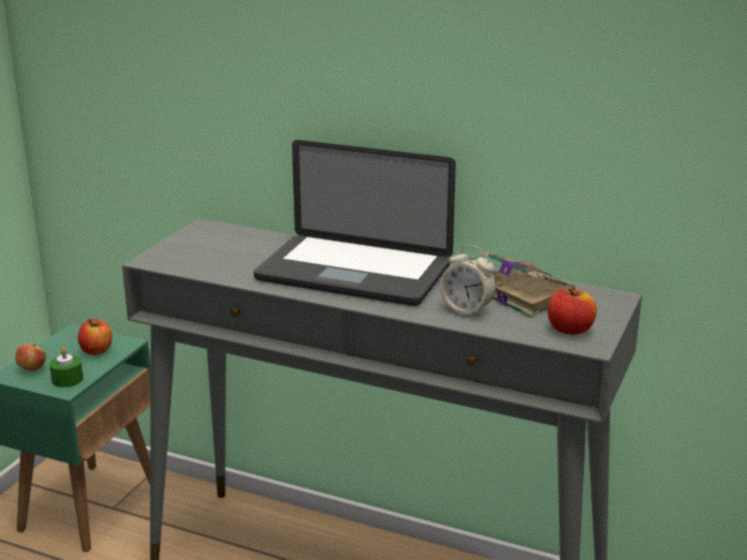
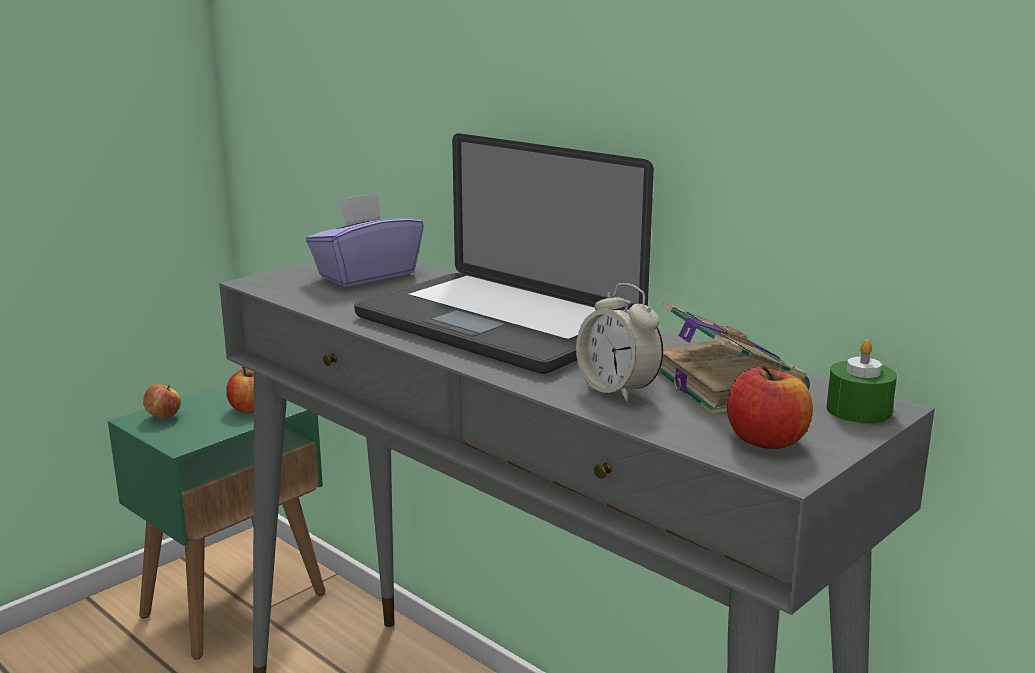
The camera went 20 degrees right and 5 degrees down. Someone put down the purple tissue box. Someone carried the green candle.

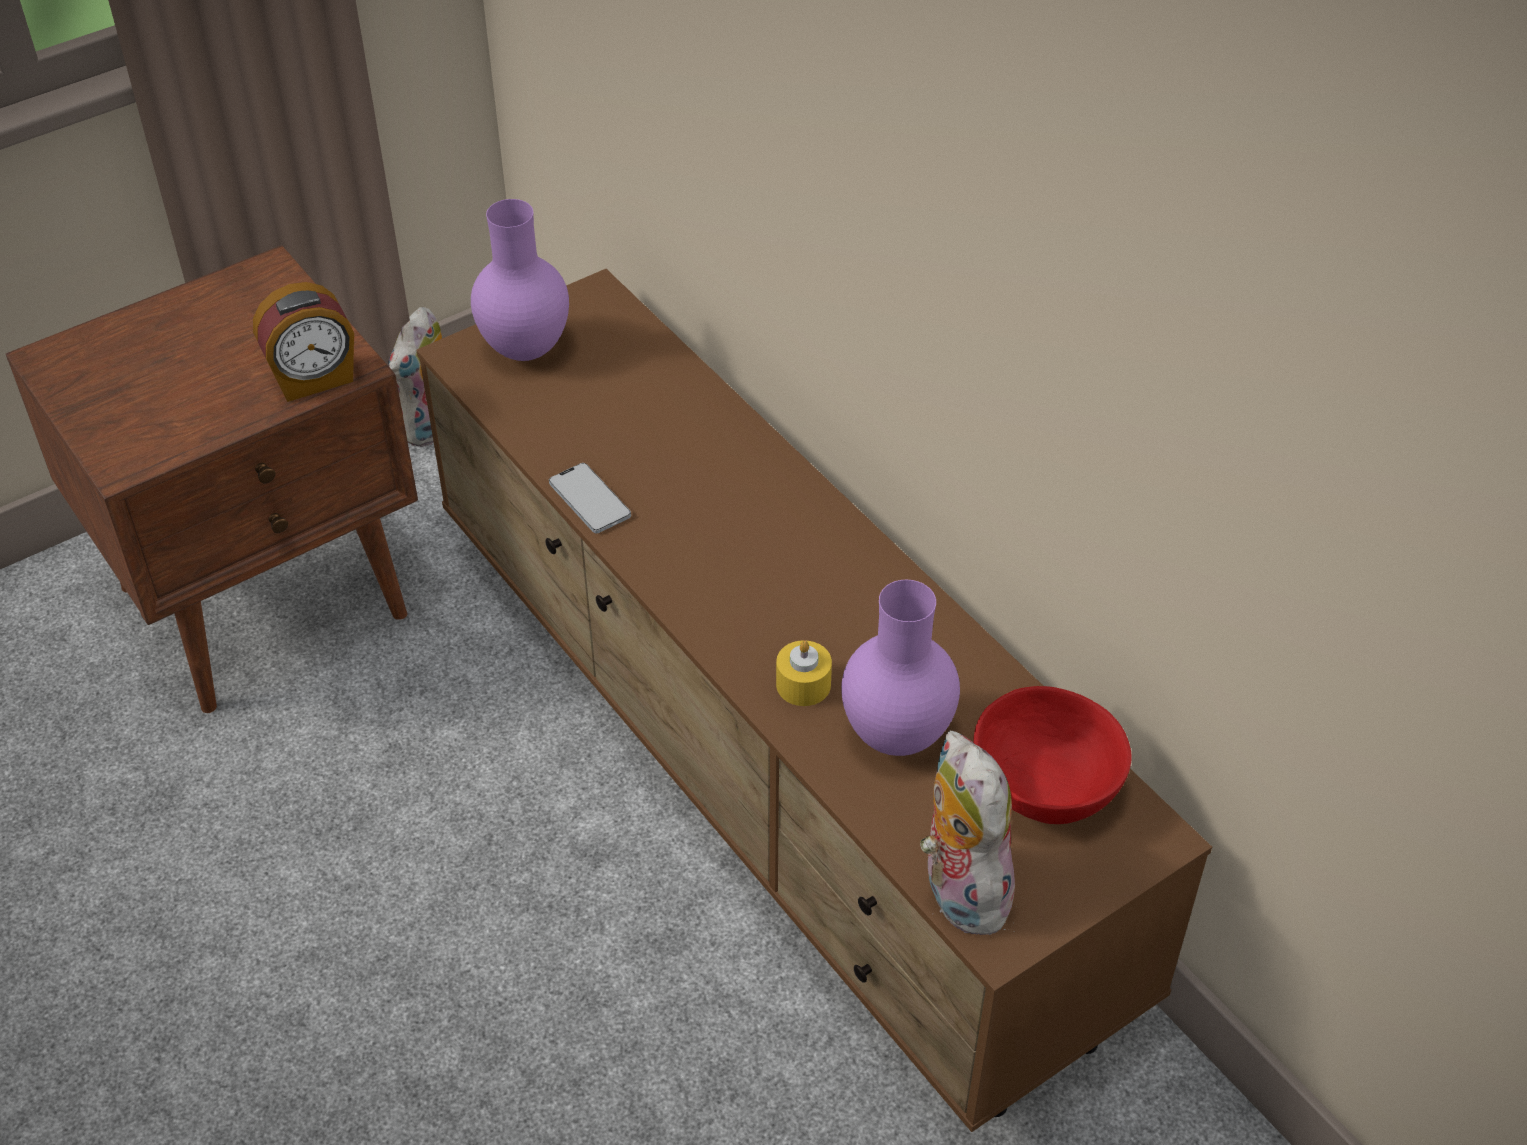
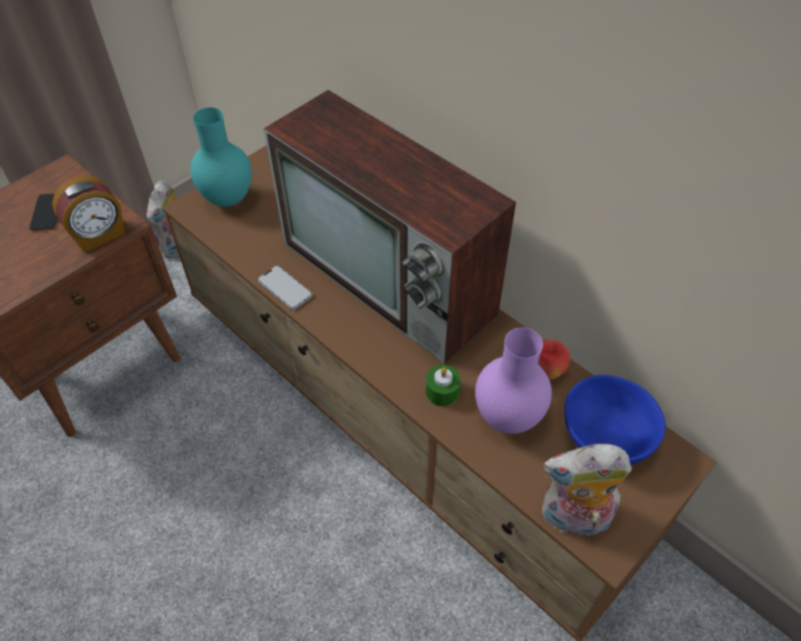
The camera went 10 degrees left and 5 degrees up. Someone put down the phone (1st from left). Someone repainted the purple vase (1st from left), which became the turquoise vase. Someone put down the television. Someone repainted the yellow candle, which became the green candle. Someone put down the apple. Someone rotated the plush toy (2nd from left) by 60 degrees counterclockwise. Someone repainted the red bowl, which became the blue bowl.

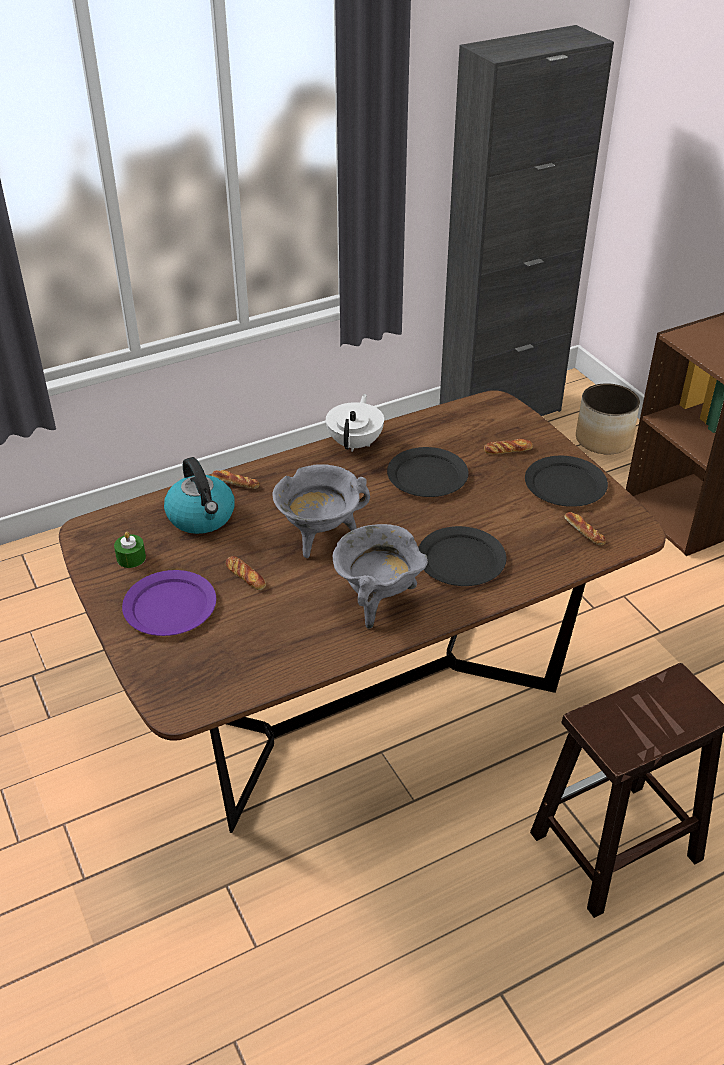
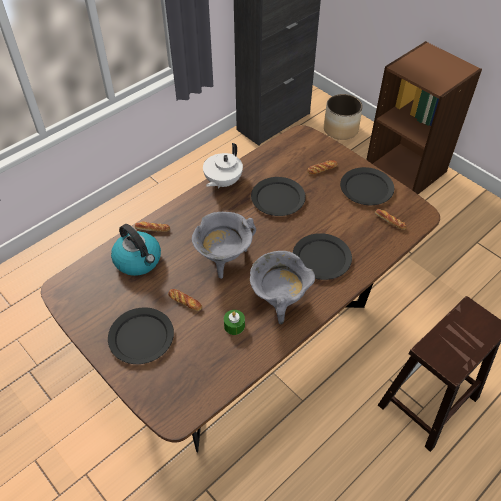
The camera went 15 degrees left and 10 degrees up. Someone repainted the purple plate, which became the black plate (1st from left). Someone rotated the white teapot by 150 degrees counterclockwise. Someone carried the green candle.

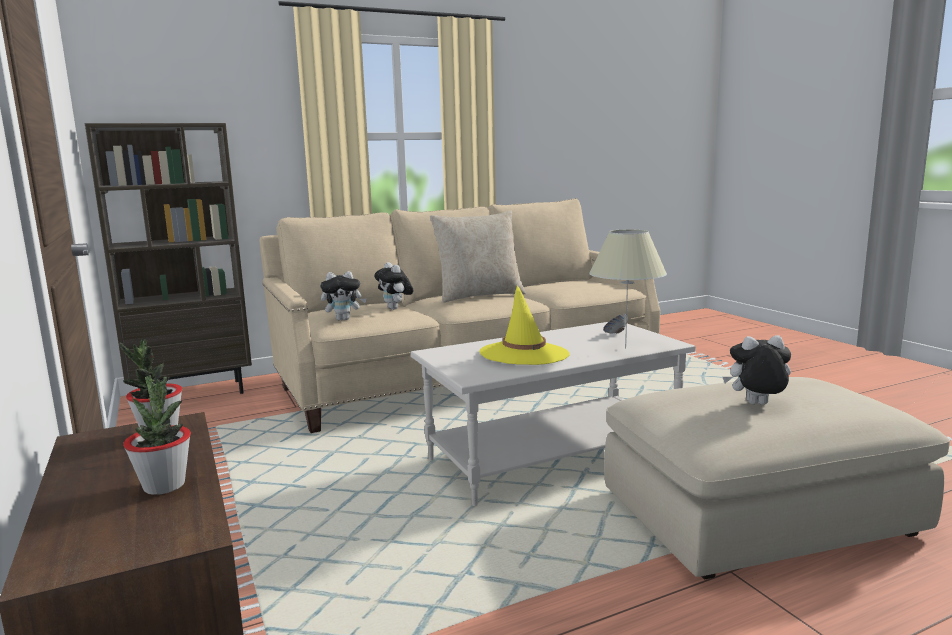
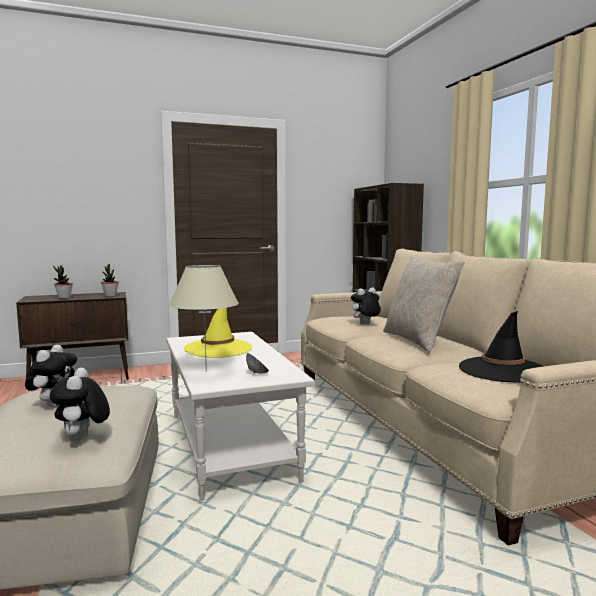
The camera went 95 degrees right and 5 degrees down. Someone carried the plush toy (1st from left in the first image). Someone put down the black hat.

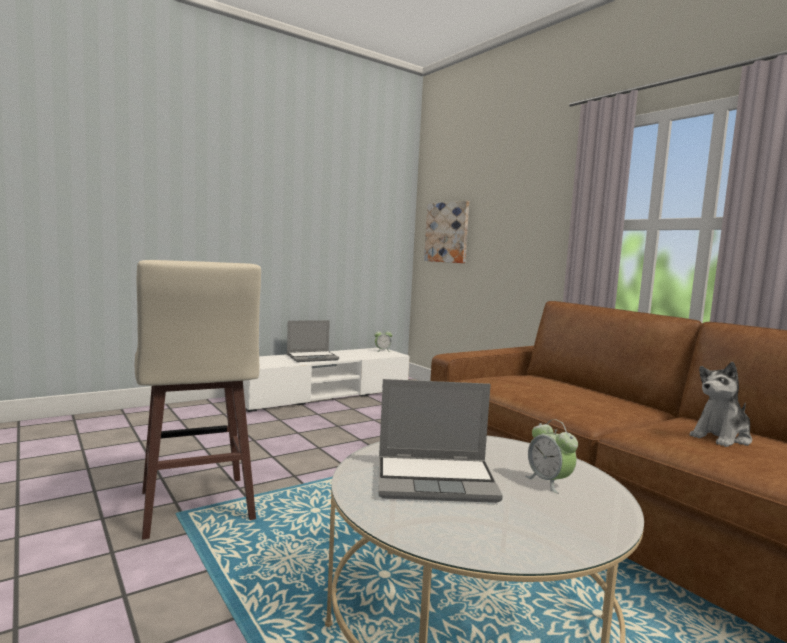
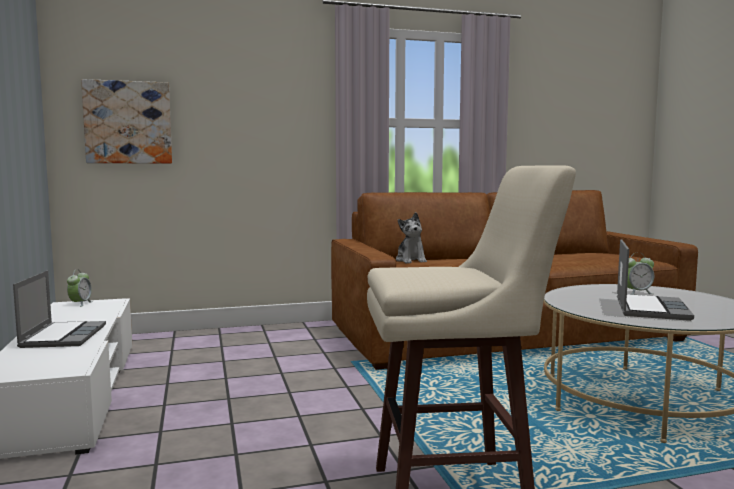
The camera went 70 degrees left and 0 degrees up. Someone carried the plush toy.

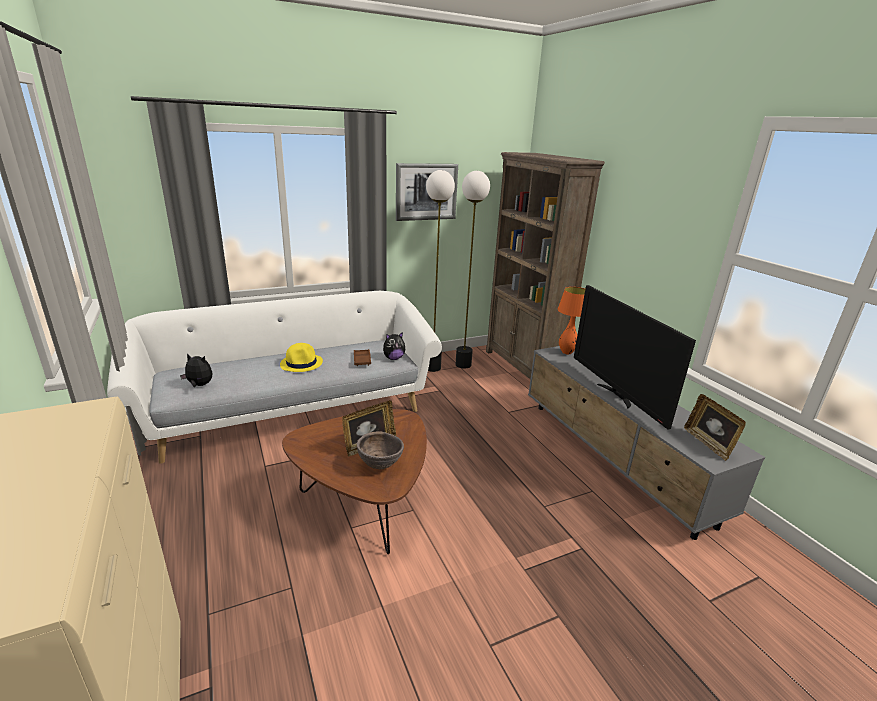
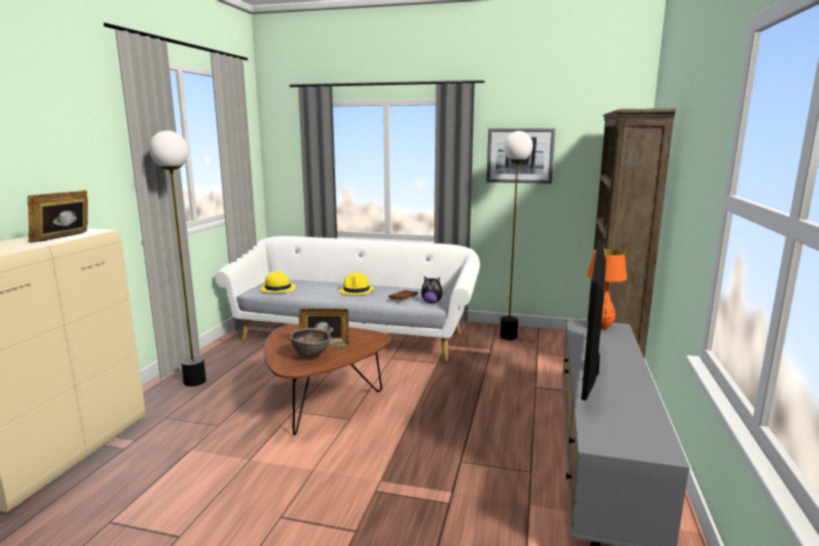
The camera went 40 degrees right and 10 degrees down. Someone carried the picture frame (2nd from left in the first image). Someone carried the floor lamp (2nd from left in the first image). Someone swapped the plush toy (1st from left) for the yellow hat (1st from left).

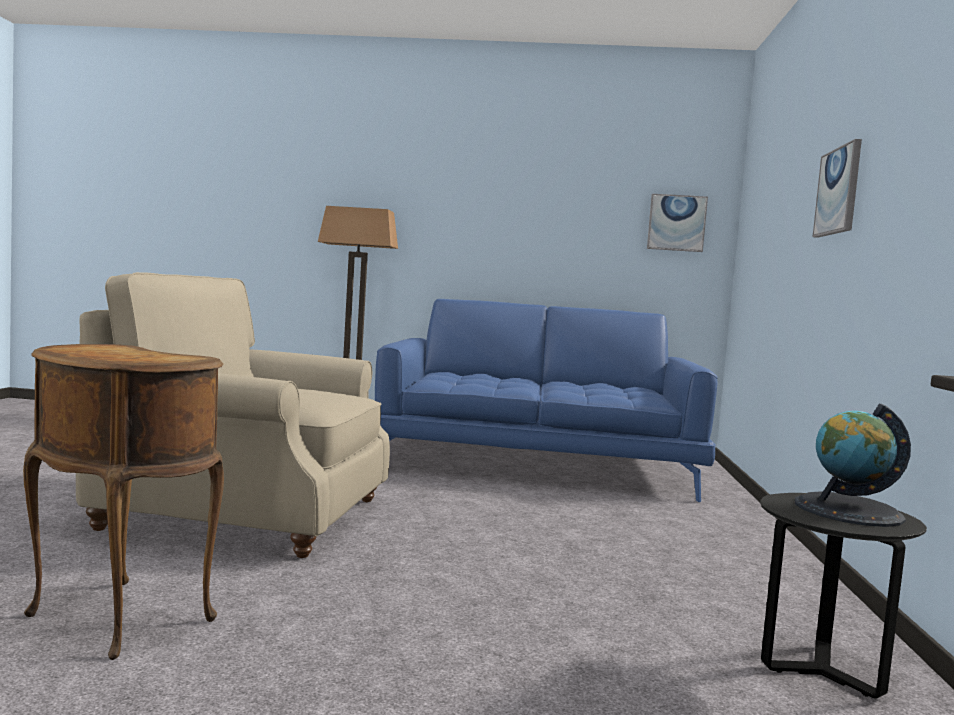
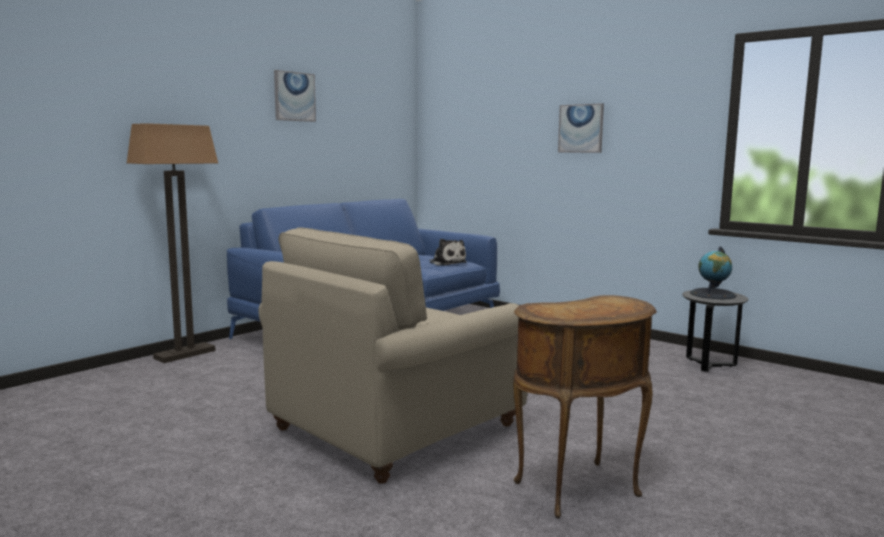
The camera went 55 degrees left and 5 degrees up. Someone carried the picture (1st from left). Someone put down the plush toy.

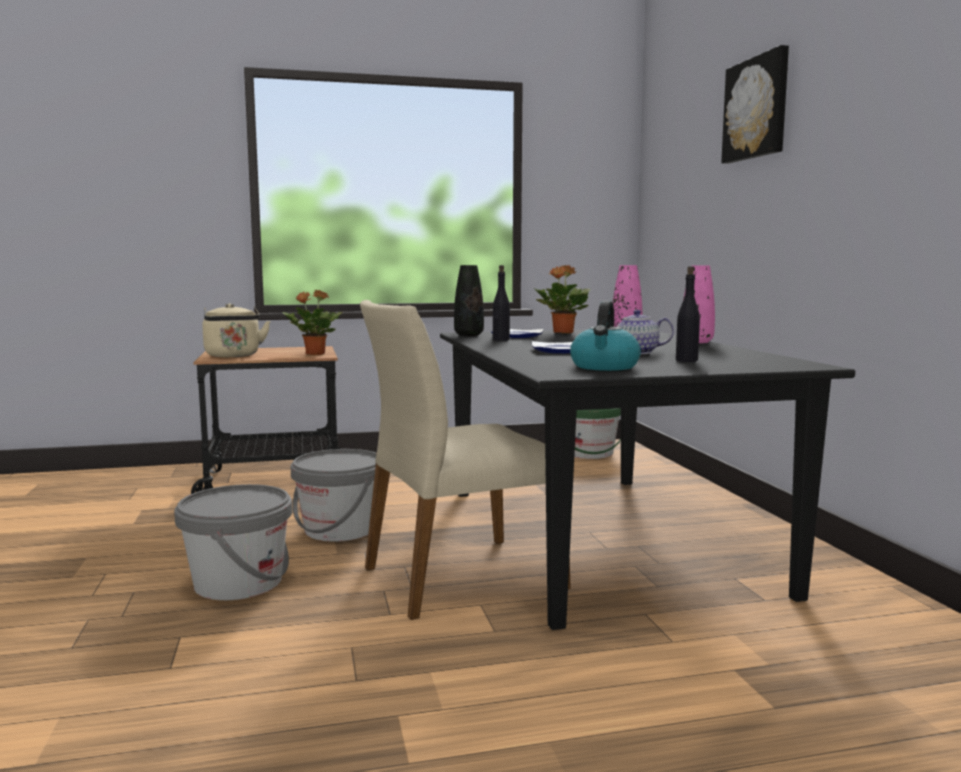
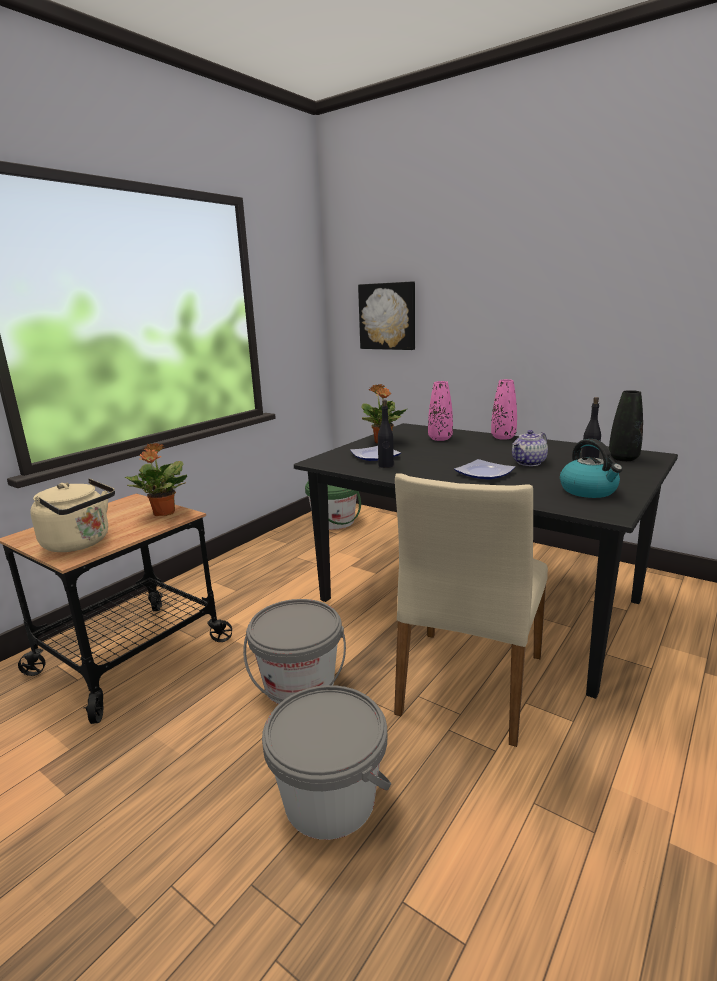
The camera went 40 degrees left and 10 degrees up. Someone carried the picture. Someone carried the black vase.

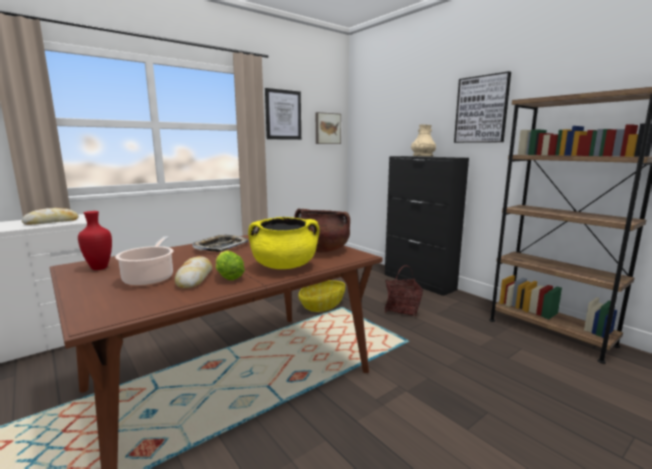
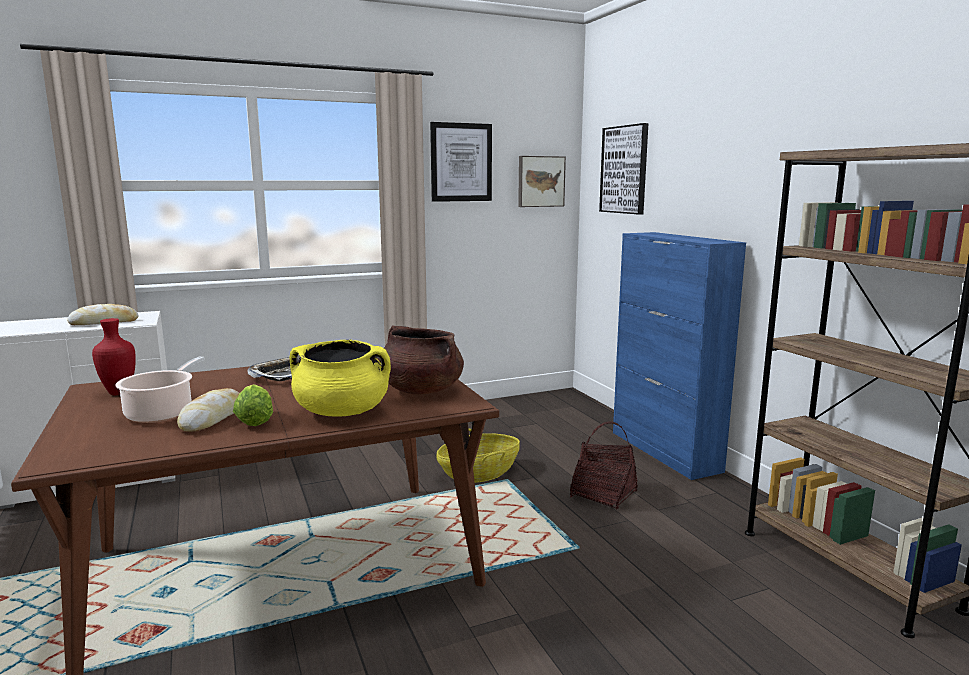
The camera went 15 degrees right and 0 degrees up. Someone carried the picture (3rd from left). Someone repainted the black cabinet, which became the blue cabinet. Someone took away the beige vase.

